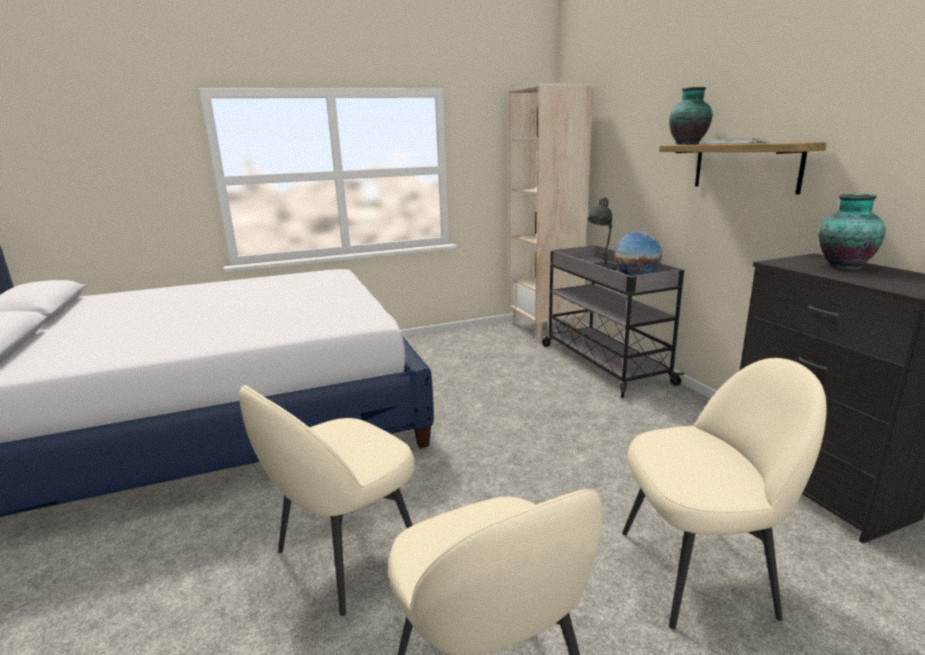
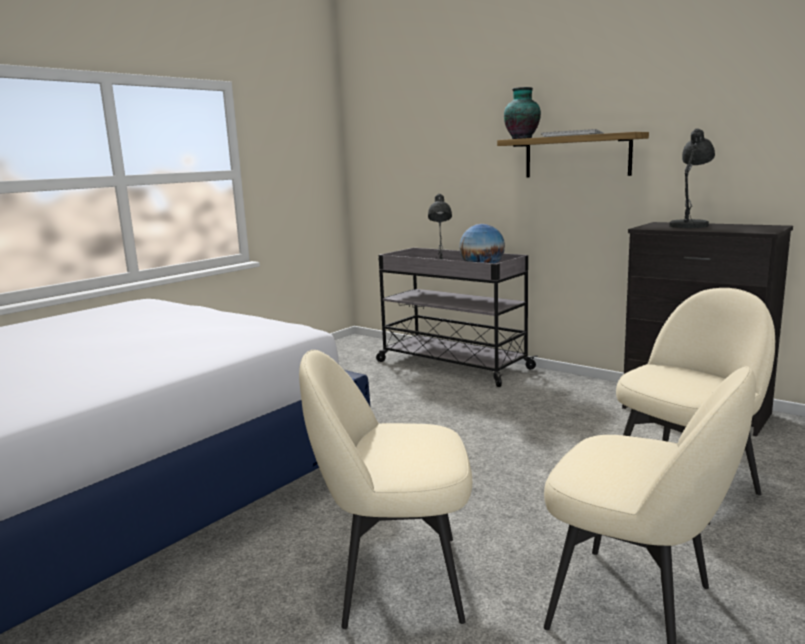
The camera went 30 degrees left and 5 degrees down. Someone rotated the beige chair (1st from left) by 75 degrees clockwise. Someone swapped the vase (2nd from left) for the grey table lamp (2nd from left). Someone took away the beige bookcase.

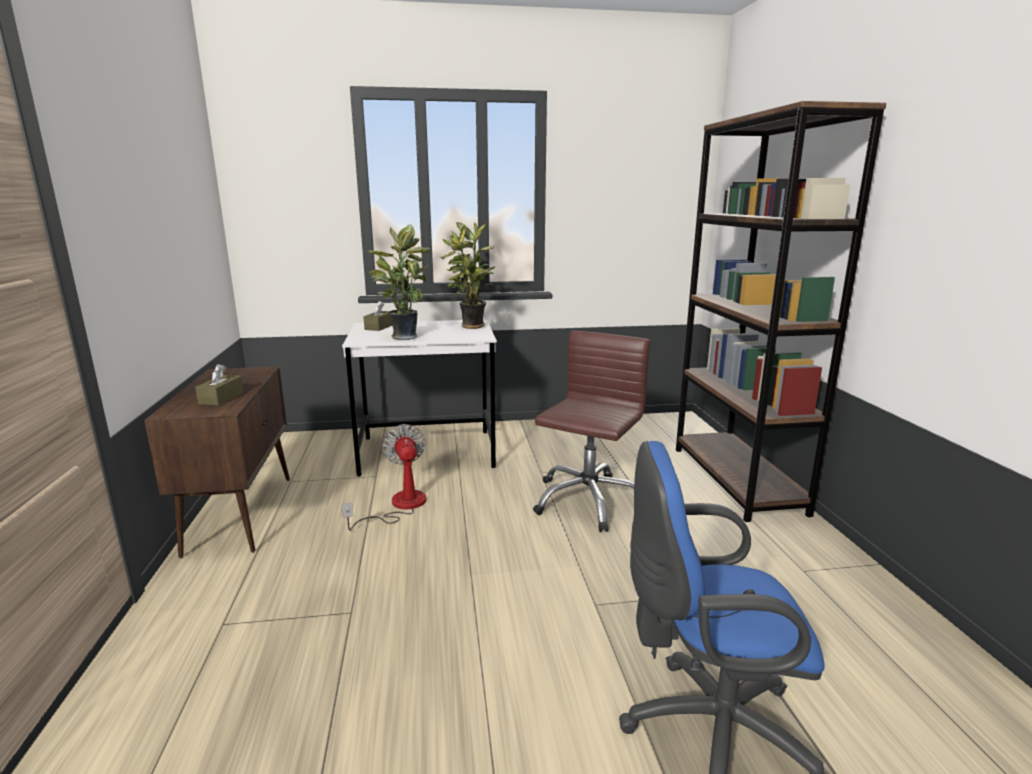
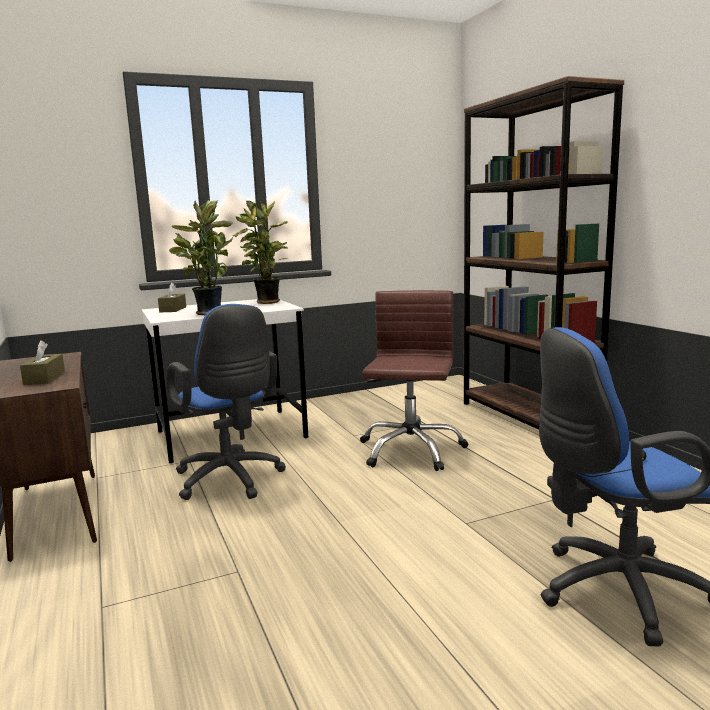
The camera went 15 degrees left and 5 degrees down. Someone swapped the fan for the blue office chair (1st from left).

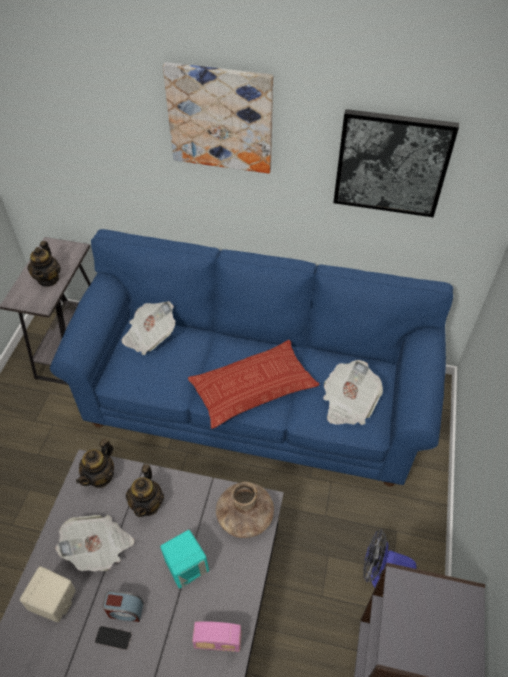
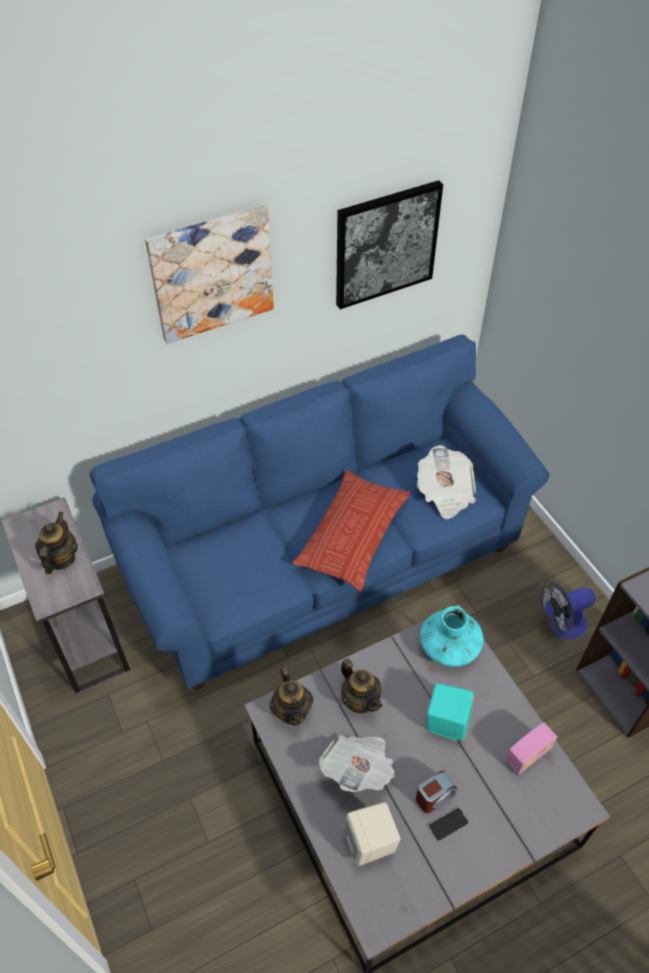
The camera went 40 degrees left and 0 degrees up. Someone rotated the teapot (1st from left) by 135 degrees counterclockwise. Someone repainted the brown vase, which became the turquoise vase. Someone took away the newspaper (2nd from left).

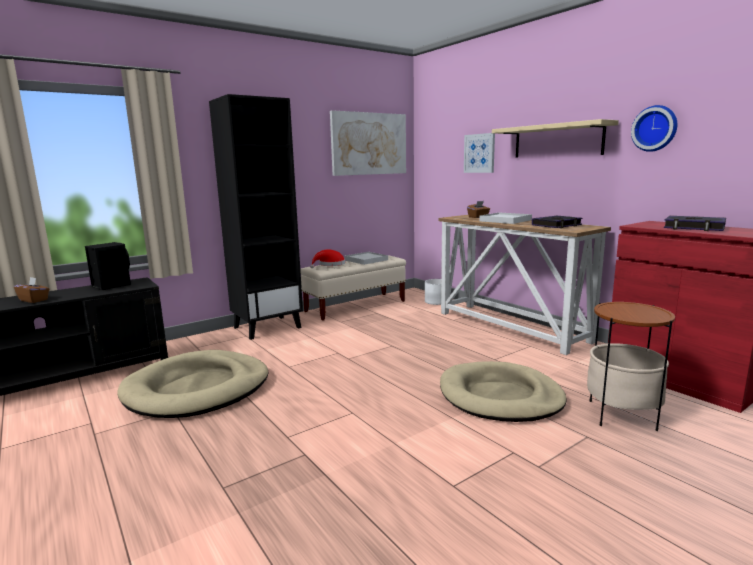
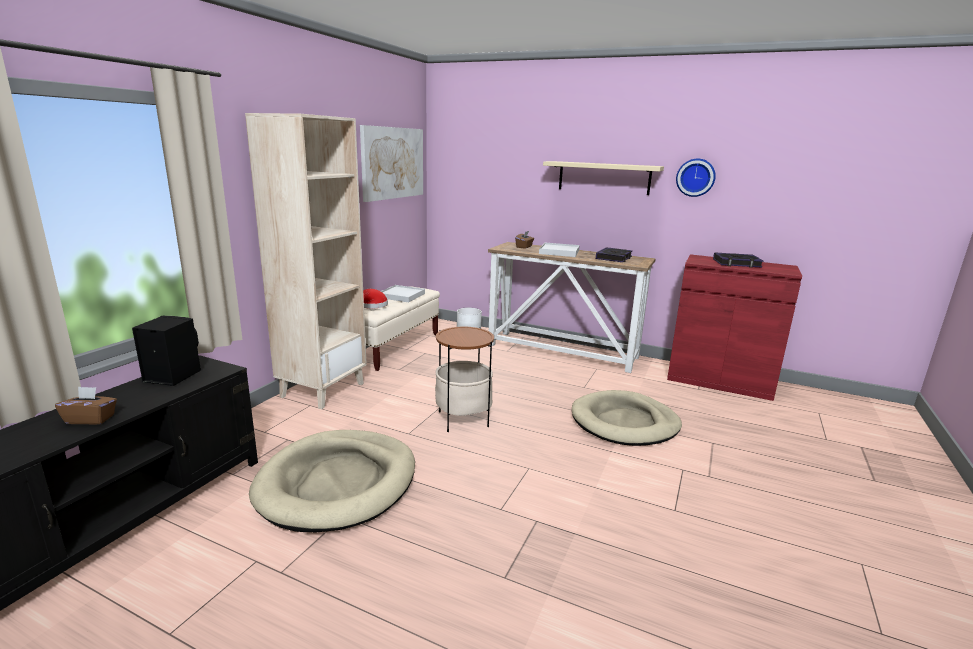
The camera went 30 degrees left and 5 degrees up. Someone repainted the black bookcase, which became the beige bookcase. Someone carried the side table. Someone took away the picture (2nd from left).

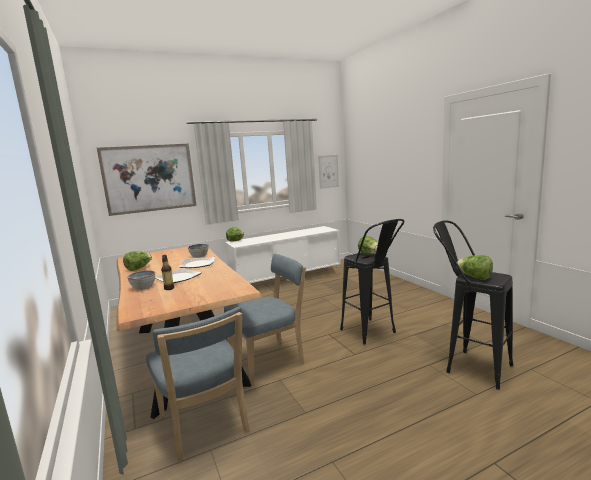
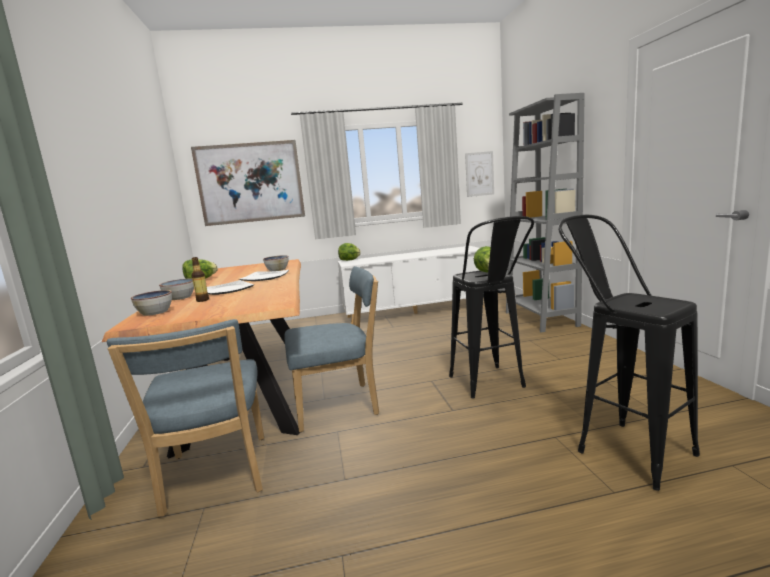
The camera went 15 degrees right and 0 degrees up. Someone put down the bowl (1st from left). Someone put down the grey bookcase. Someone took away the lettuce (4th from left).

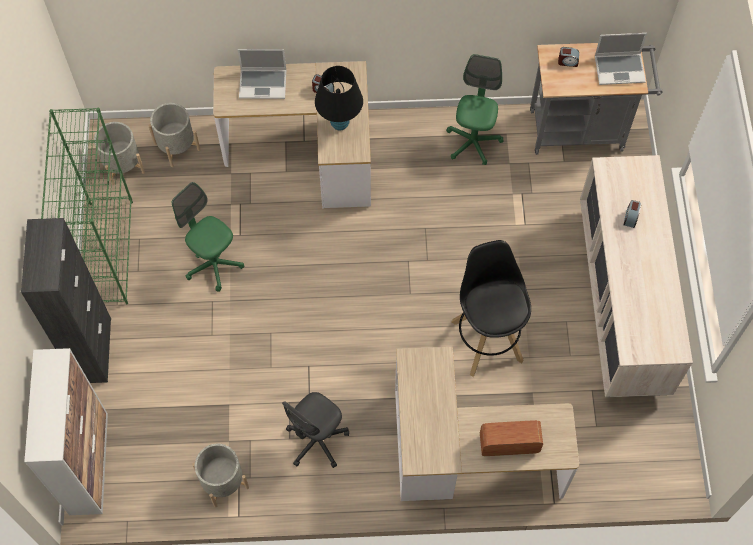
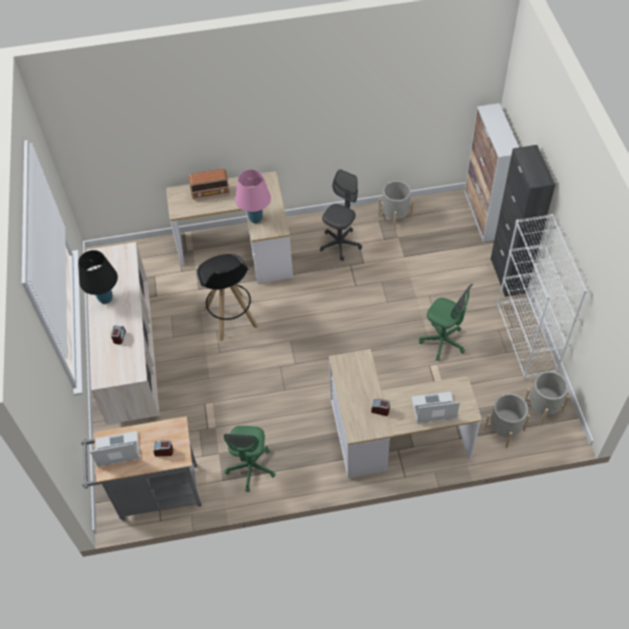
The camera went 175 degrees right and 10 degrees down. Someone carried the black table lamp. Someone put down the pink table lamp. Someone repainted the green bookcase, which became the white bookcase.

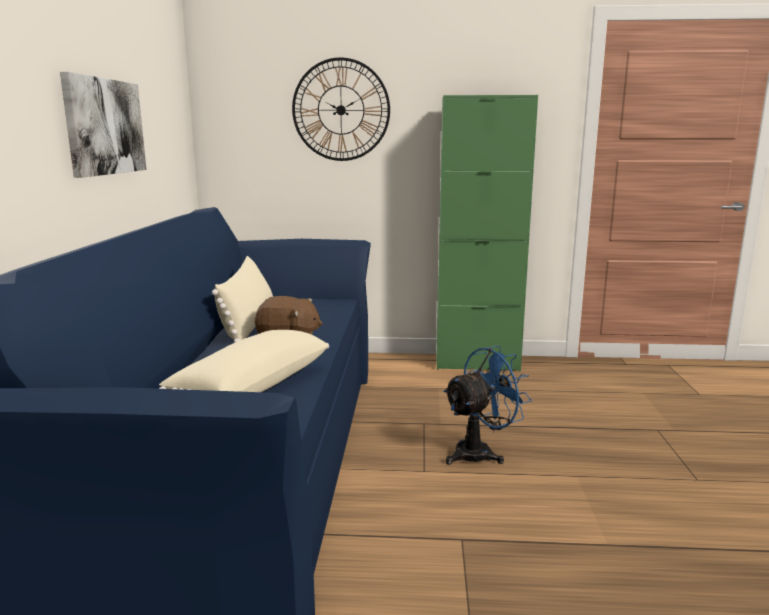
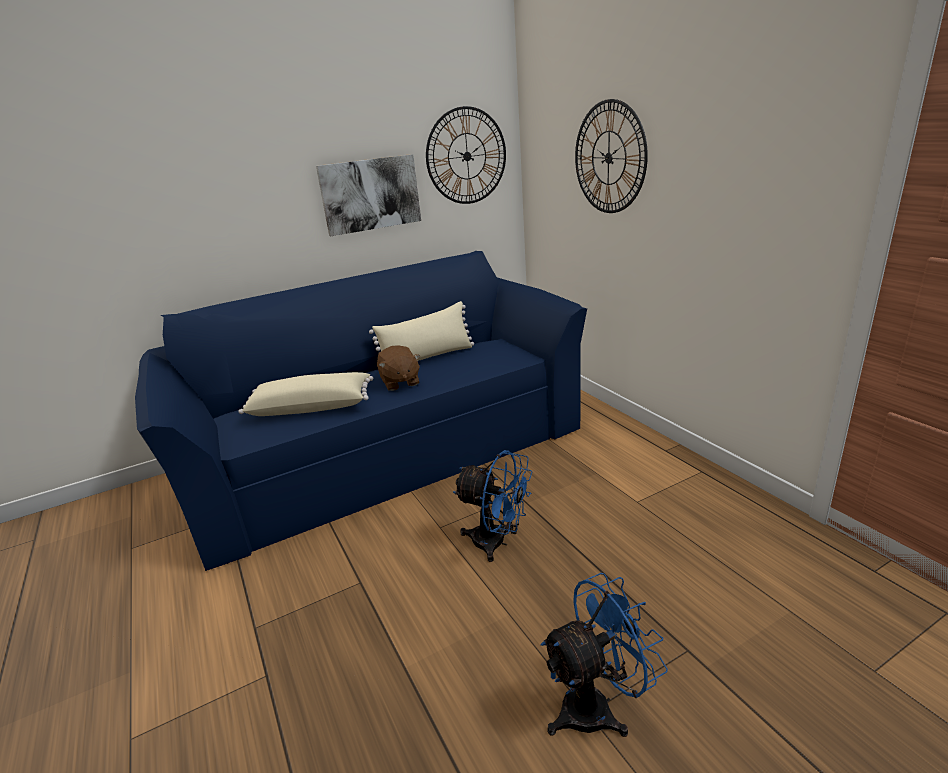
The camera went 60 degrees right and 10 degrees up. Someone put up the wall clock (1st from left). Someone put down the blue fan (2nd from left). Someone took away the green cabinet.

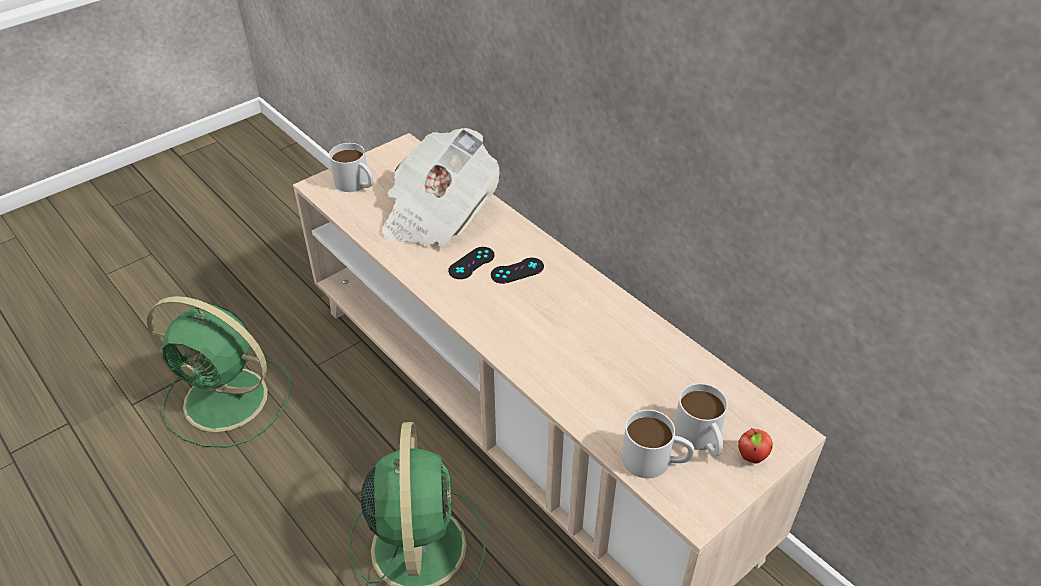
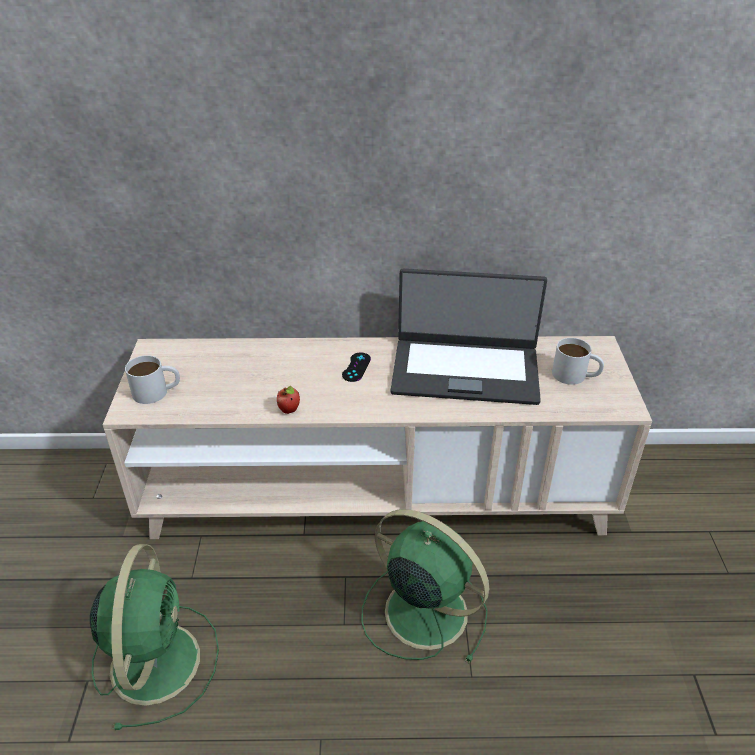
The camera went 50 degrees left and 5 degrees down. Someone rotated the green fan (1st from left) by 60 degrees counterclockwise. Someone carried the apple. Someone put down the laptop. Someone took away the newspaper. Someone took away the black game controller (1st from left). Someone took away the white mug (2nd from left).

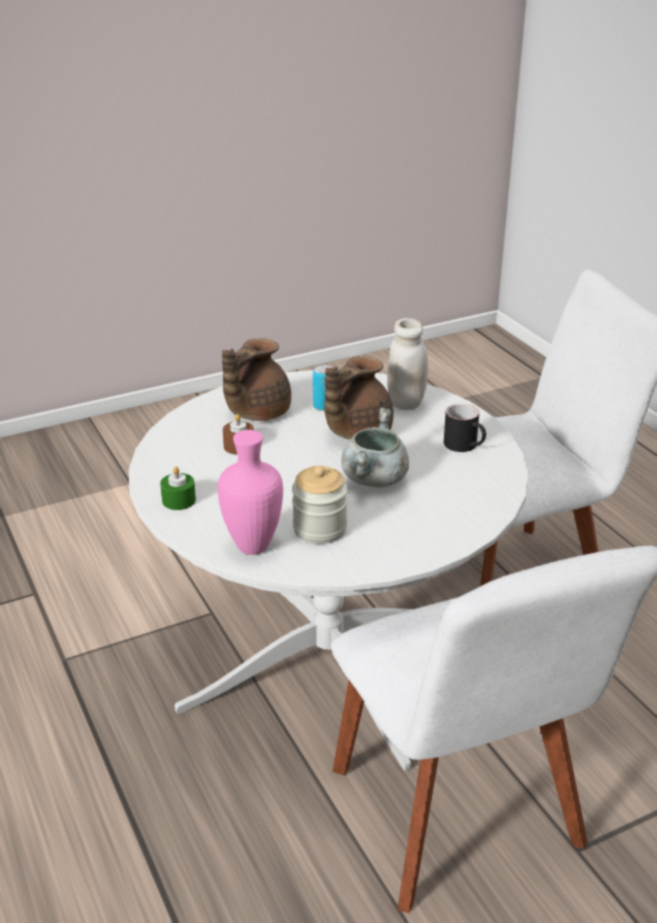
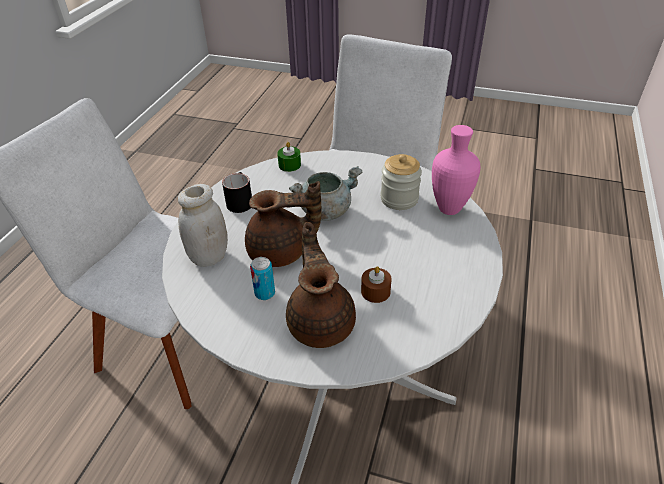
The camera went 135 degrees left and 10 degrees up. Someone carried the green candle. Someone rotated the brown teapot (1st from left in the first image) by 90 degrees counterclockwise.

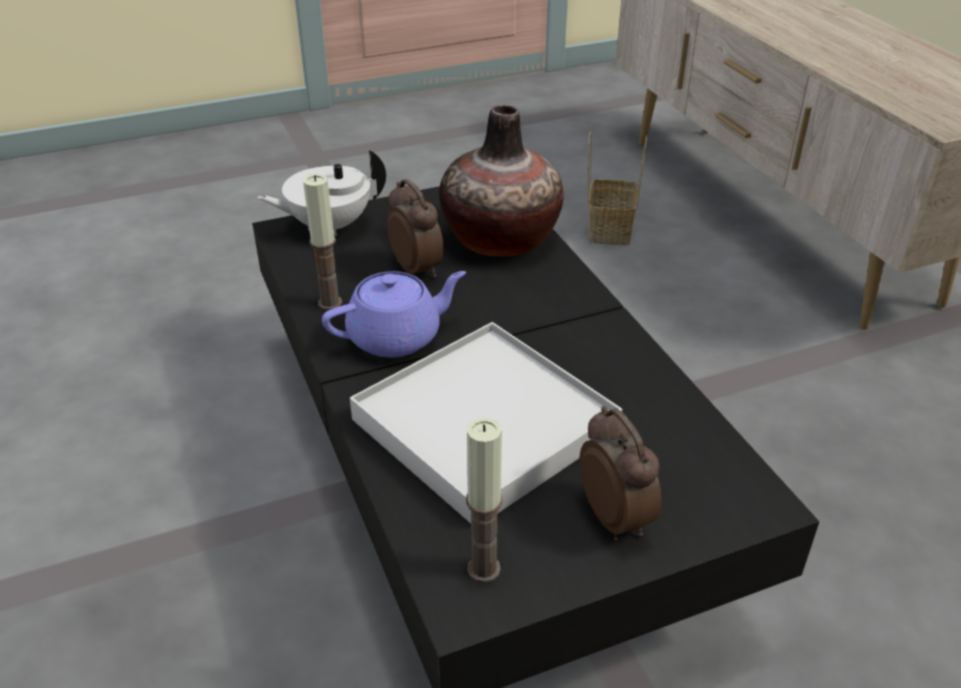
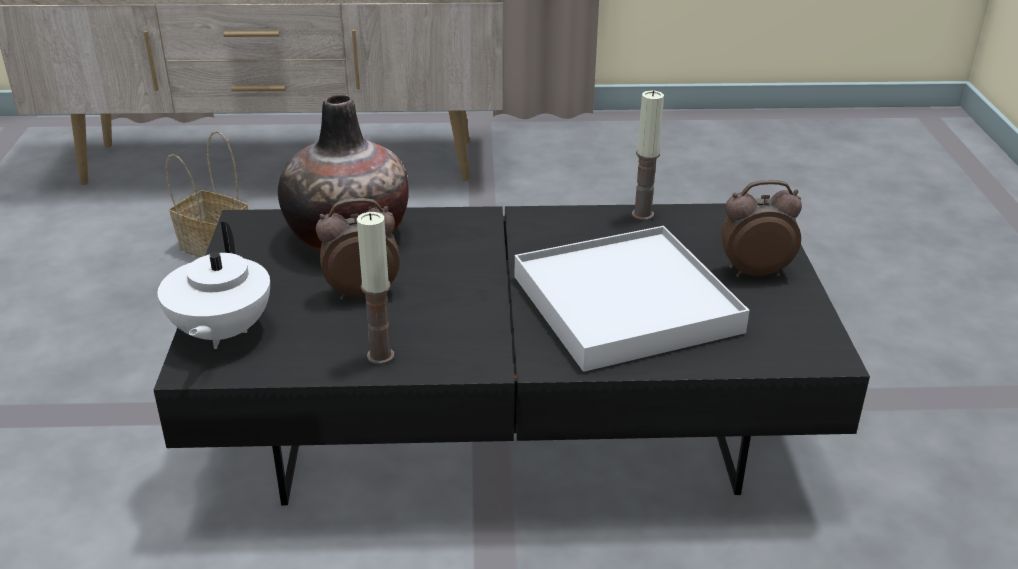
The camera went 70 degrees left and 5 degrees down. Someone carried the candle (2nd from left). Someone took away the purple teapot.

